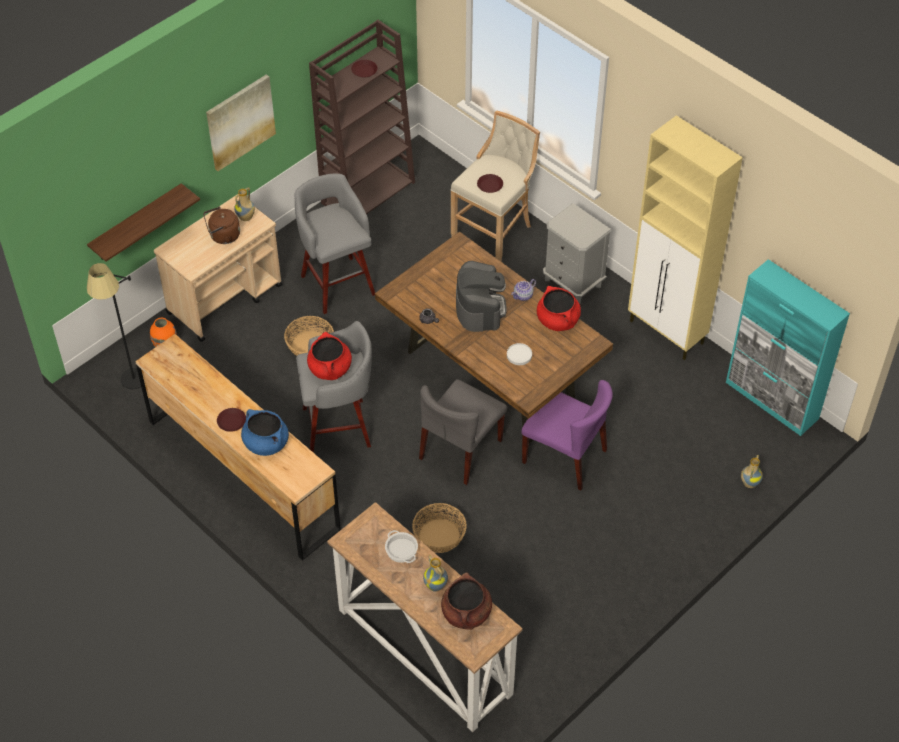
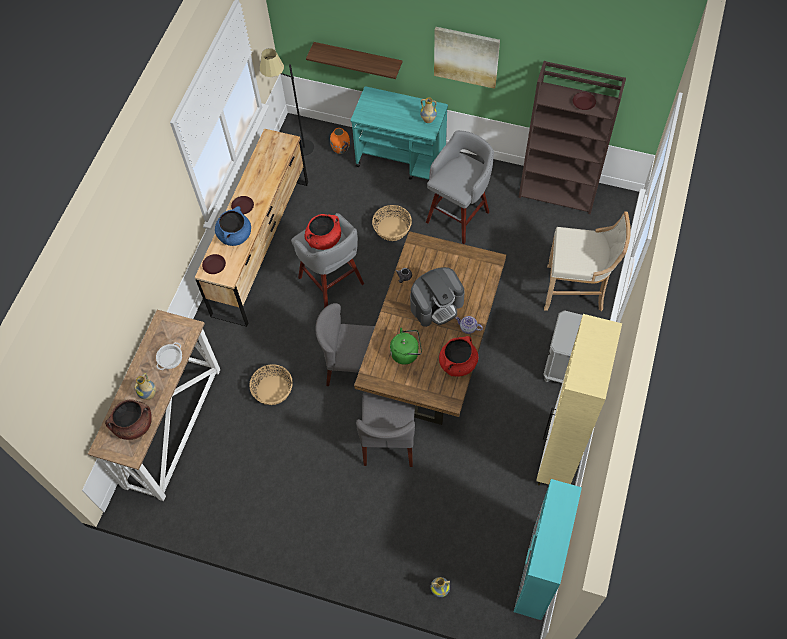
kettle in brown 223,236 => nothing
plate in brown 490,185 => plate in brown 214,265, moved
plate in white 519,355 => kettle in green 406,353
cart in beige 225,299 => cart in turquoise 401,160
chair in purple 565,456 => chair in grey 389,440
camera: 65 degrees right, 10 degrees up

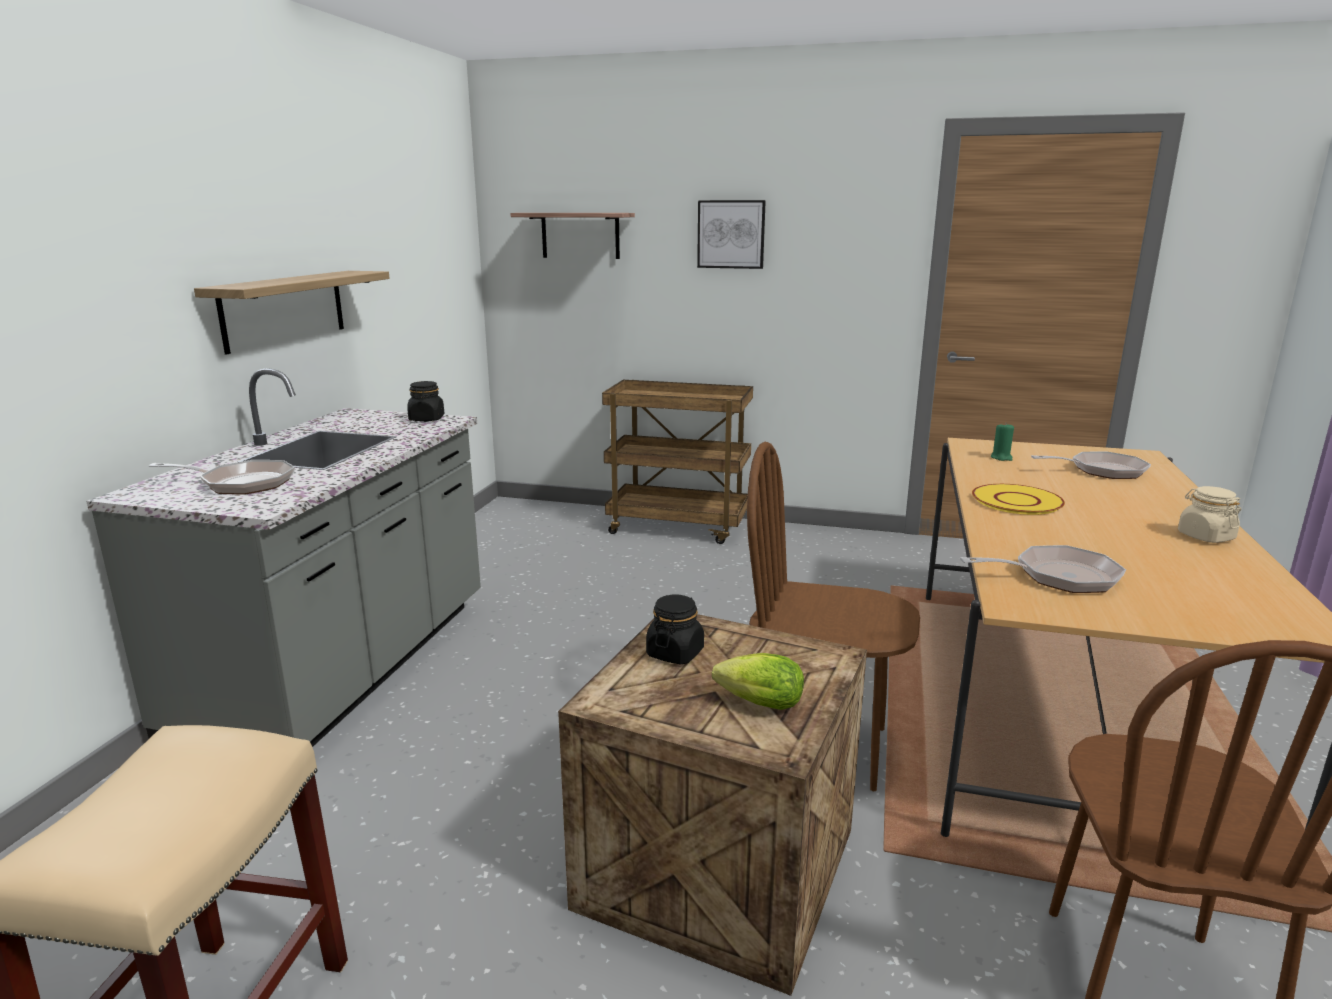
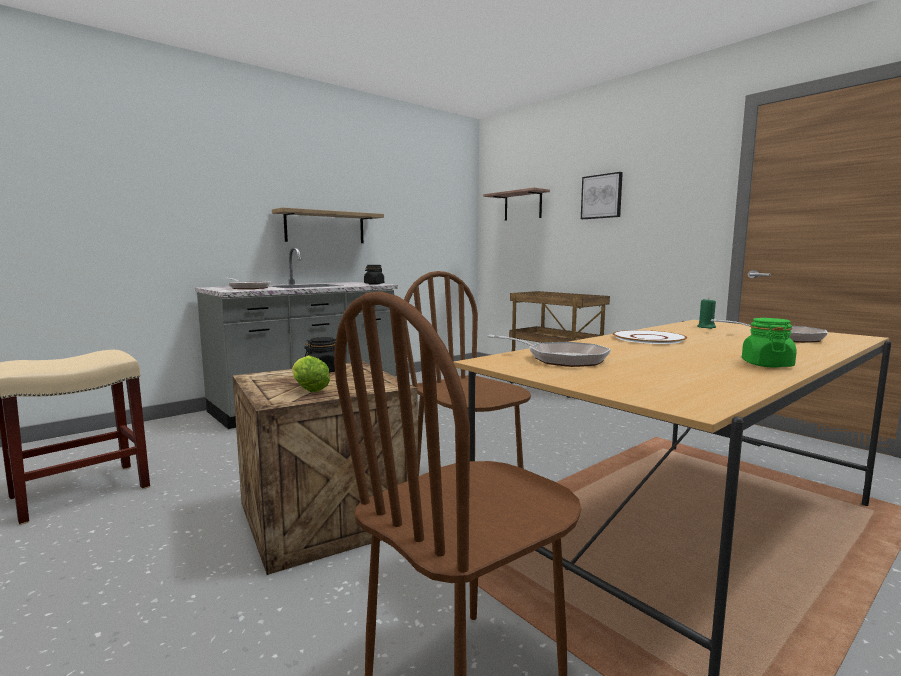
plate in yellow 1017,501 => plate in white 649,338
jar in beige 1205,536 => jar in green 766,364
camera: 35 degrees right, 10 degrees down

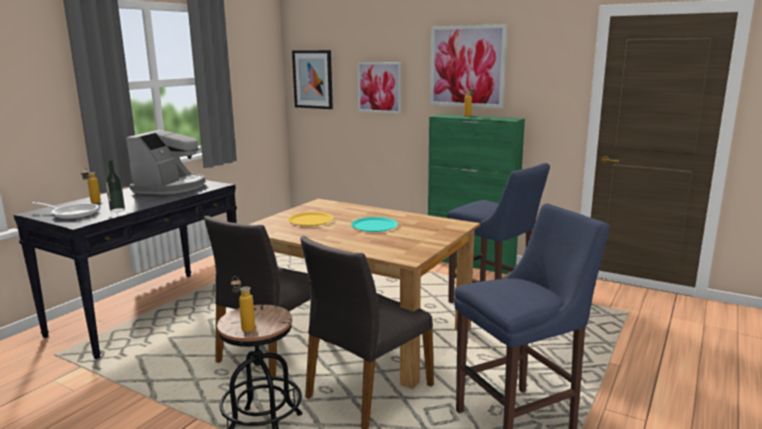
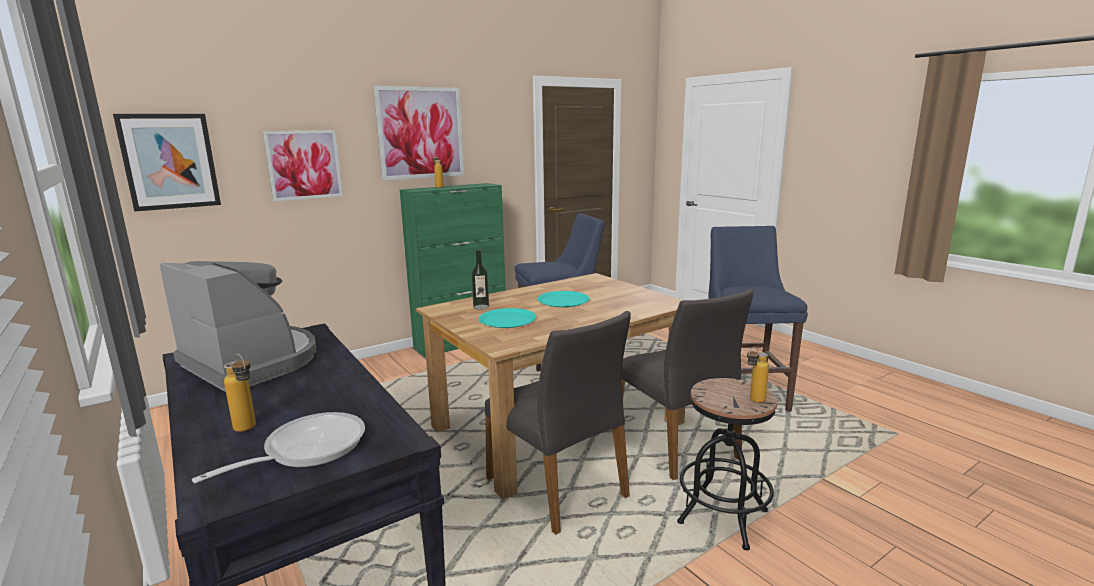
bottle 117,210 => bottle 481,307, moved
plate in yellow 311,220 => plate in turquoise 507,319
camera: 65 degrees left, 0 degrees up

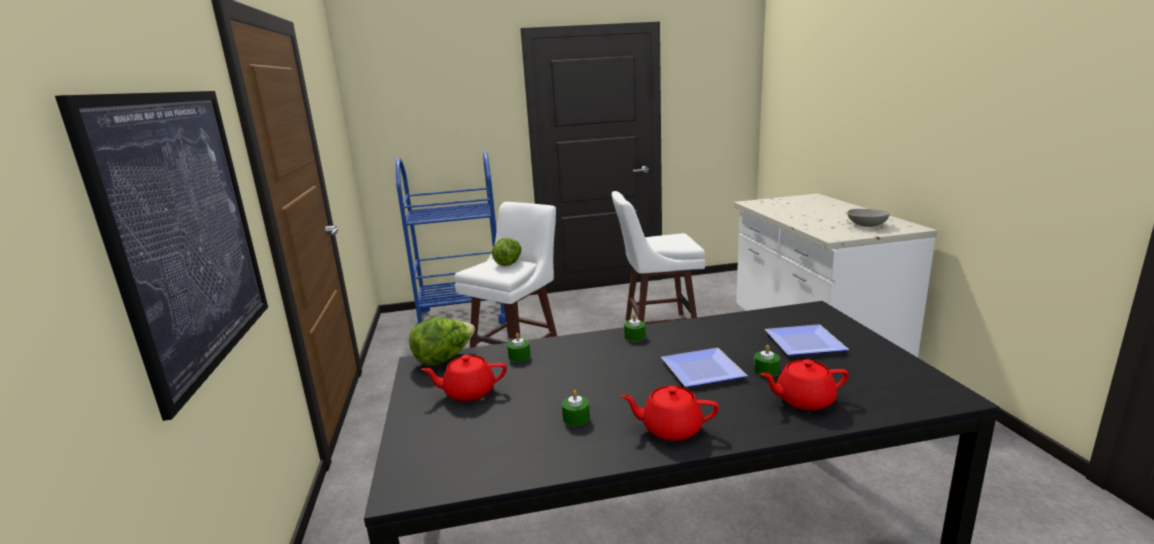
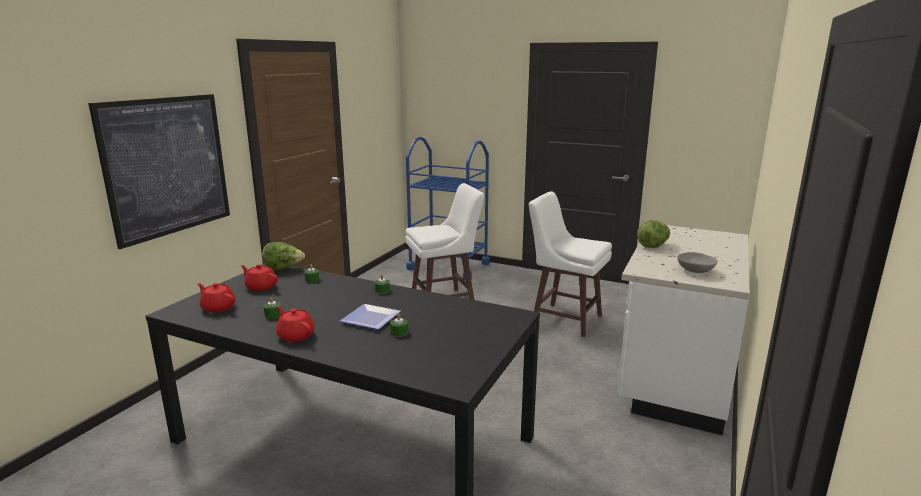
plate 801,342 => nothing
lettuce 508,263 => lettuce 653,246, moved
teapot in red 803,400 => teapot in red 218,307, moved
camera: 35 degrees right, 0 degrees up

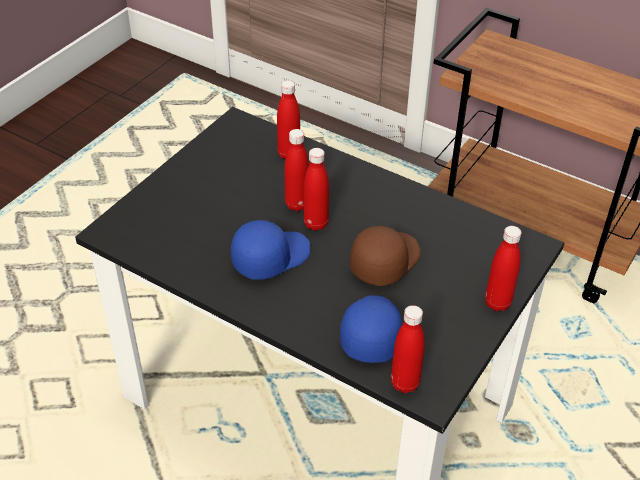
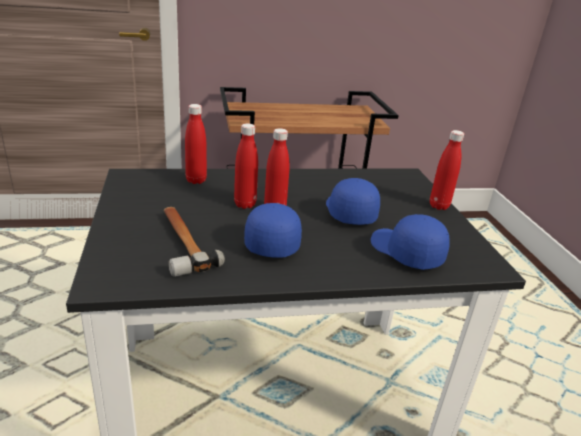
bottle in red 405,383 => nothing
nothing => hammer 182,242
cap in brown 384,261 => cap in blue 349,212
camera: 45 degrees left, 15 degrees down

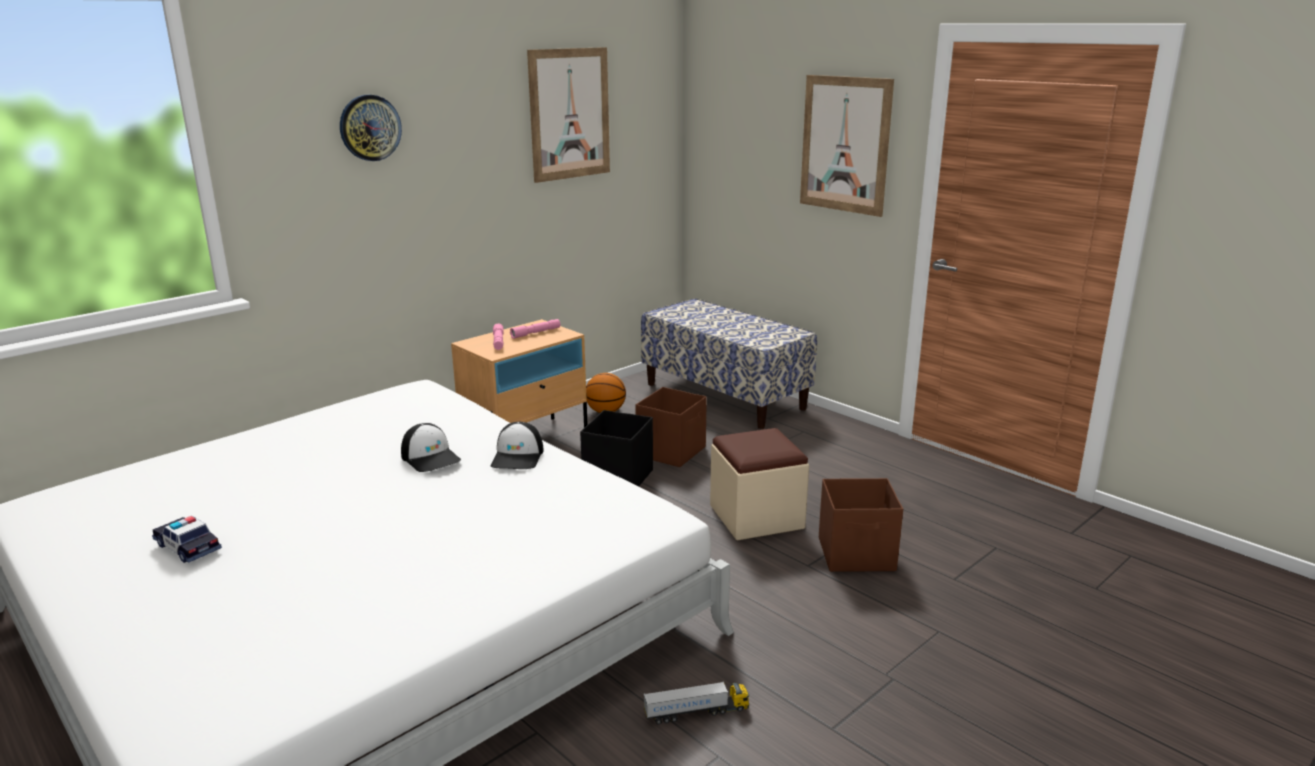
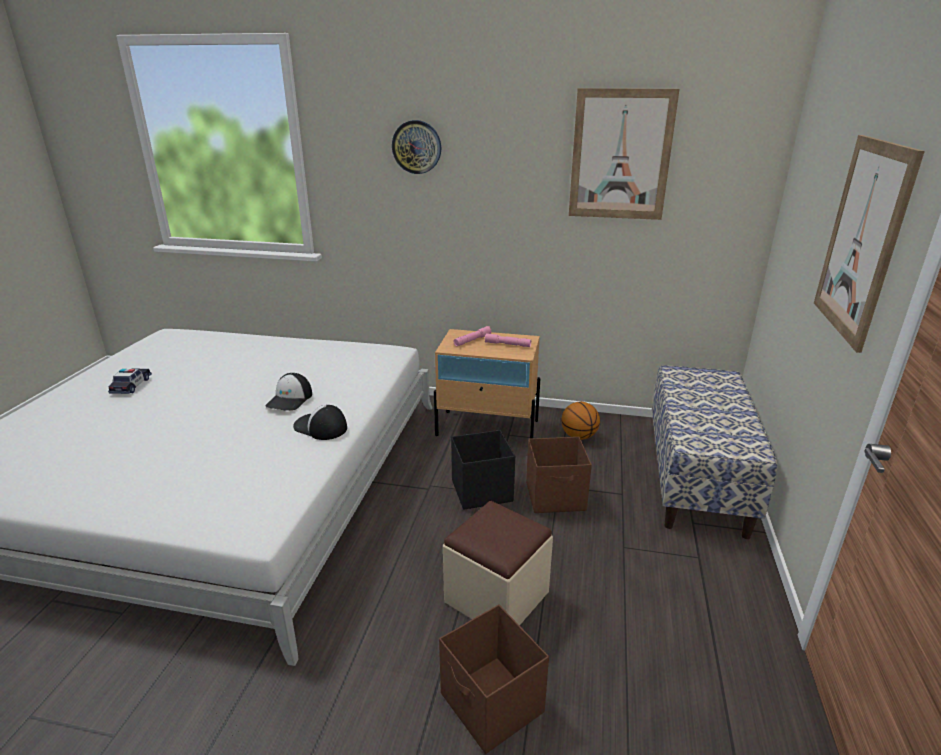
toy truck 696,712 => nothing
cap 518,457 => cap 320,427, 60 degrees clockwise
camera: 55 degrees right, 5 degrees up

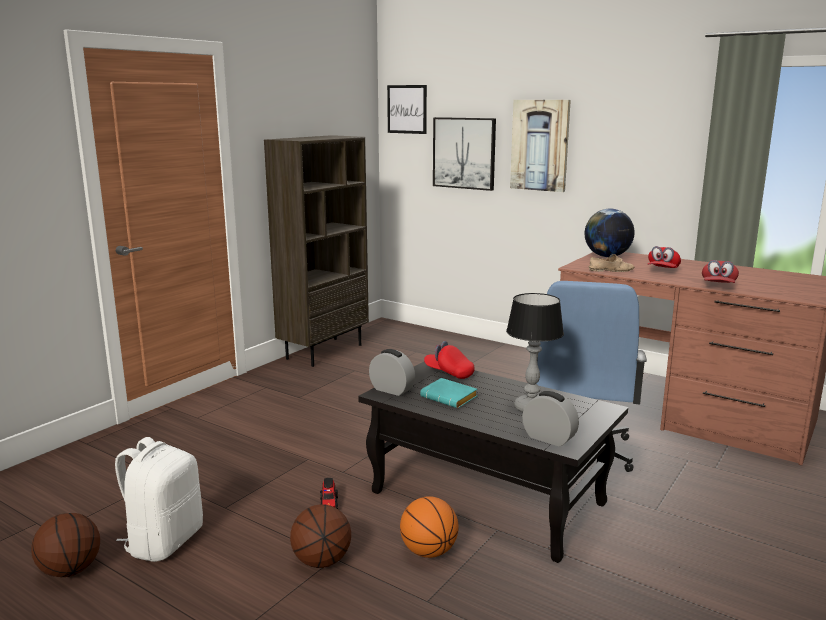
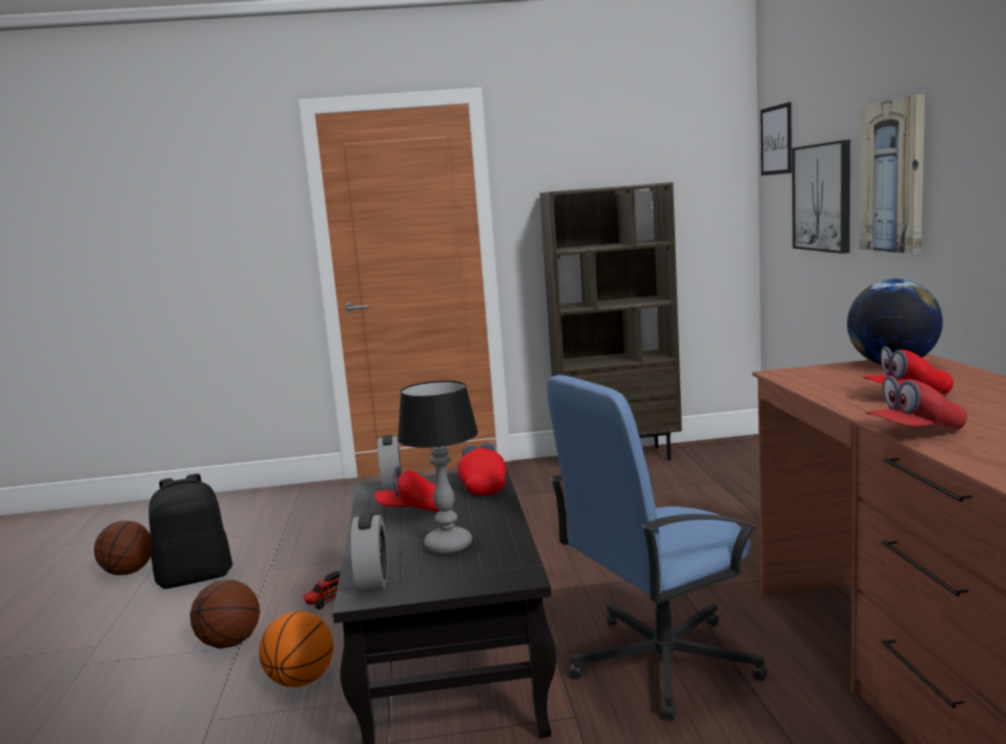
shoe in beige 611,270 => nothing
book in turquoise 451,398 => cap in red 413,509
backpack in white 164,541 => backpack in black 195,577
camera: 50 degrees right, 5 degrees down

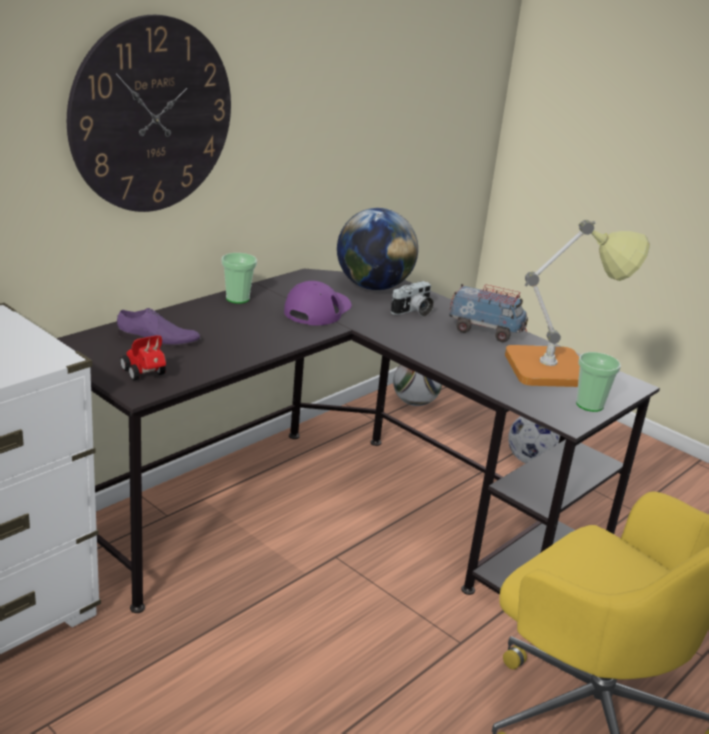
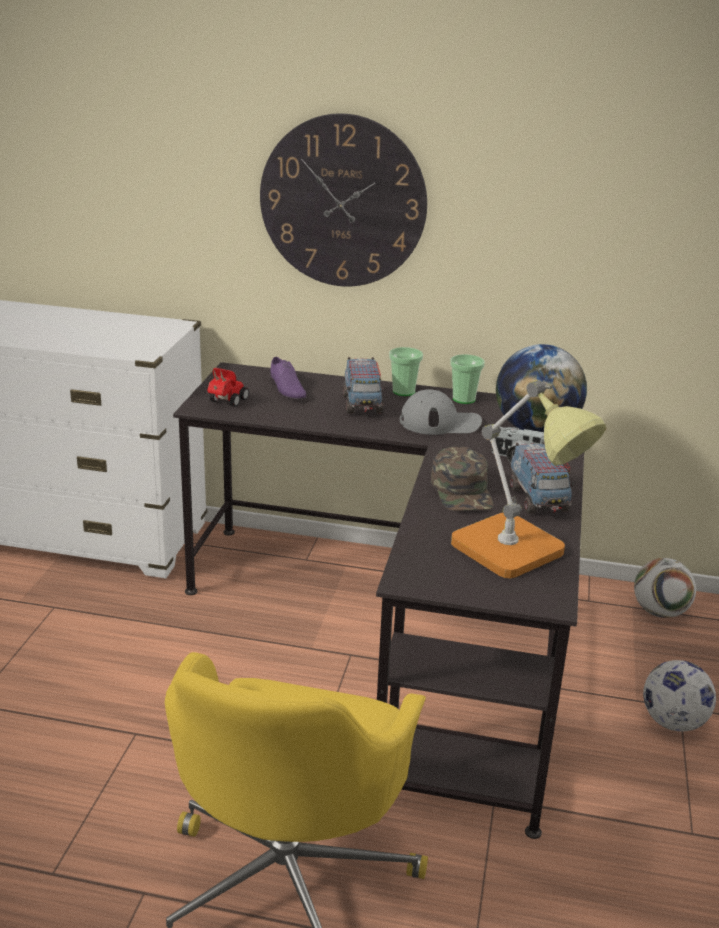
nothing => toy truck 362,405
nothing => cap in green 462,491
cup 589,405 => cup 464,399, moved
cap in purple 318,310 => cap in grey 440,422
camera: 60 degrees right, 0 degrees up

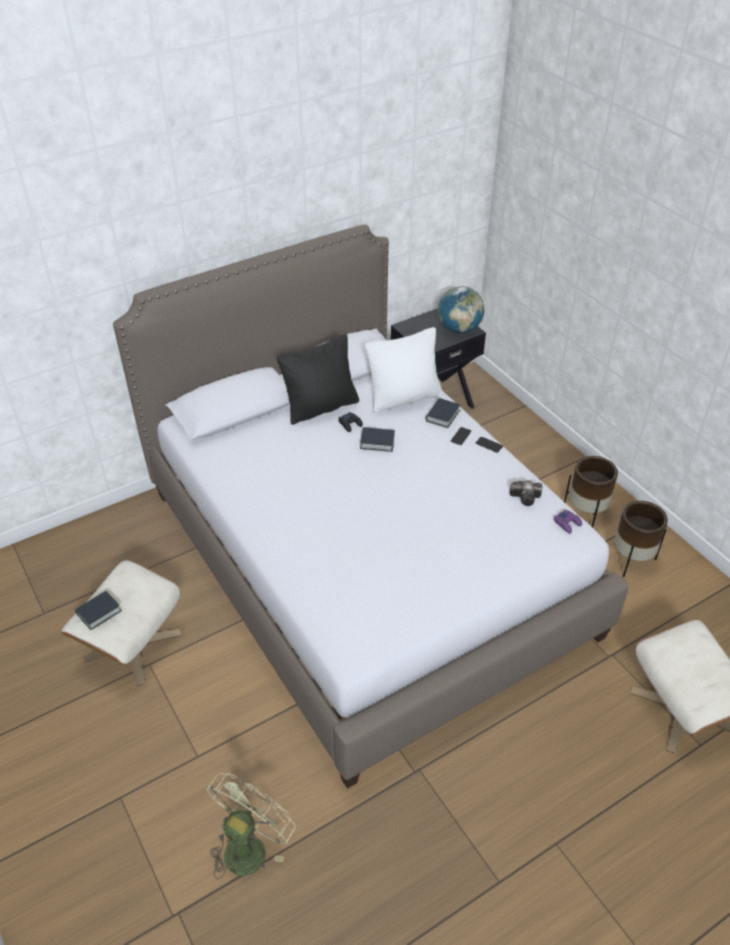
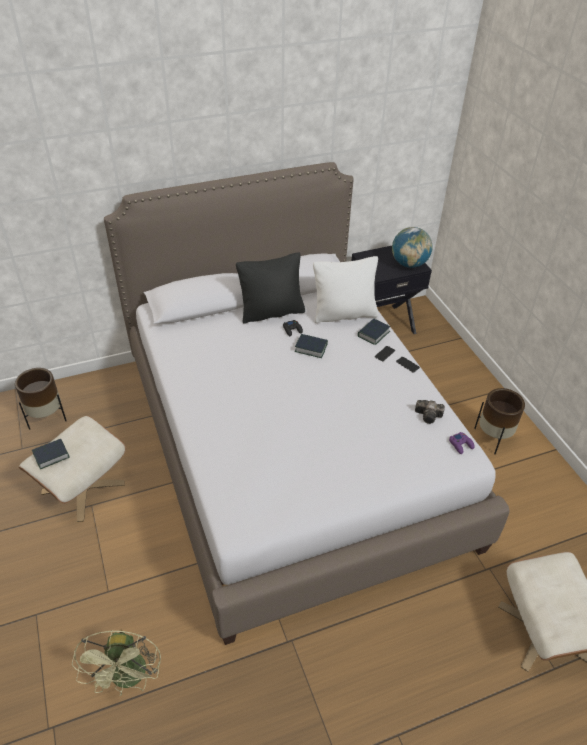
planter in brown 631,560 => planter in brown 47,418, moved
fan in green 249,845 => fan in green 129,679, 135 degrees clockwise
camera: 10 degrees right, 0 degrees up

